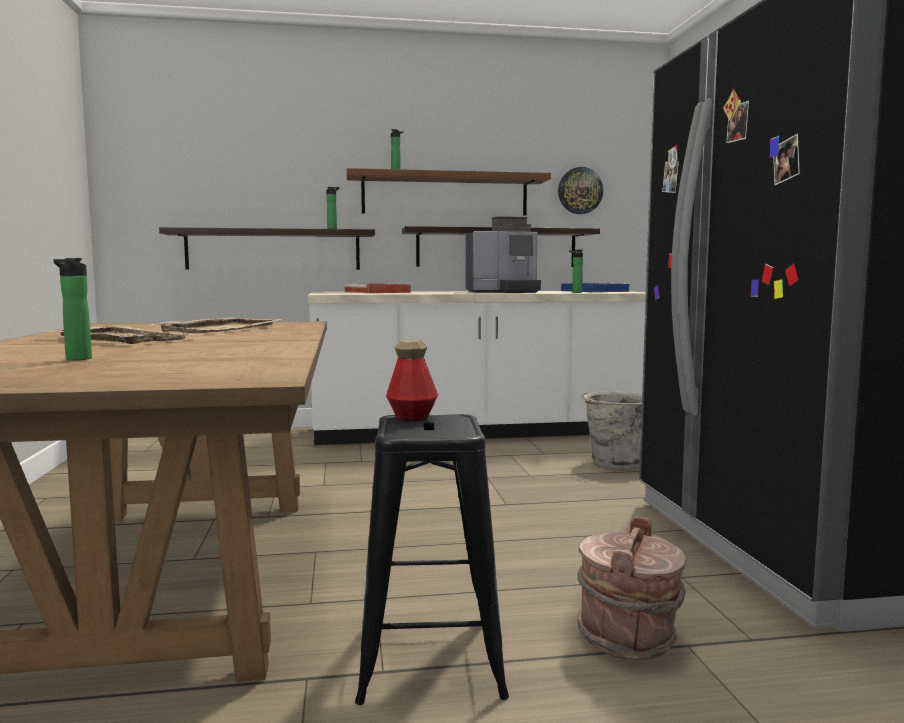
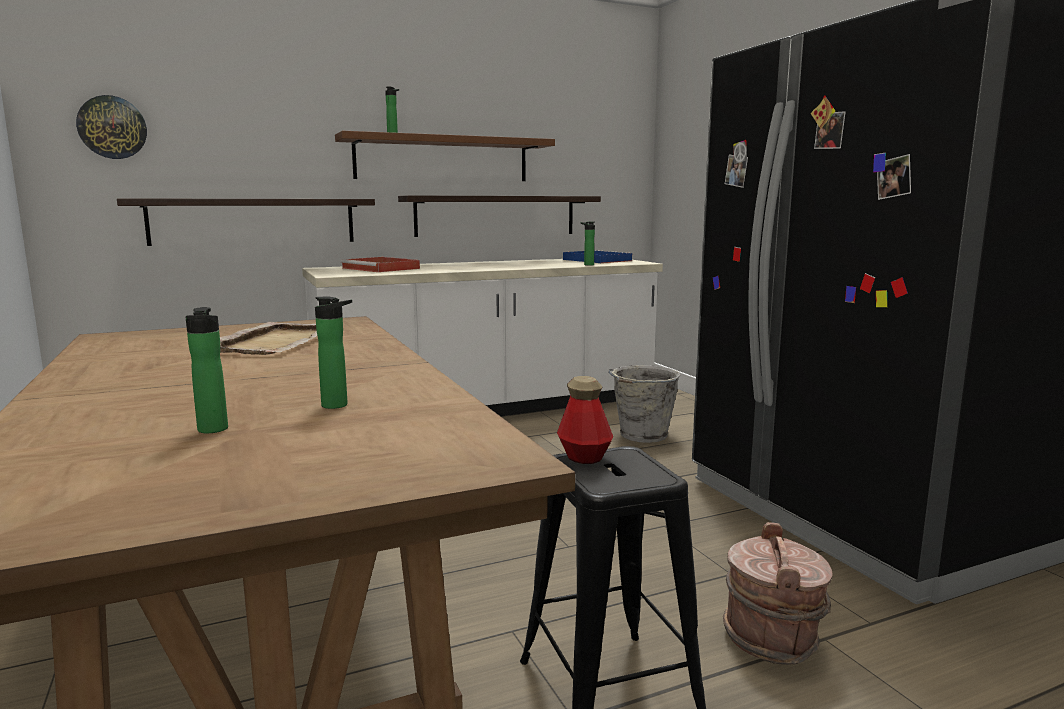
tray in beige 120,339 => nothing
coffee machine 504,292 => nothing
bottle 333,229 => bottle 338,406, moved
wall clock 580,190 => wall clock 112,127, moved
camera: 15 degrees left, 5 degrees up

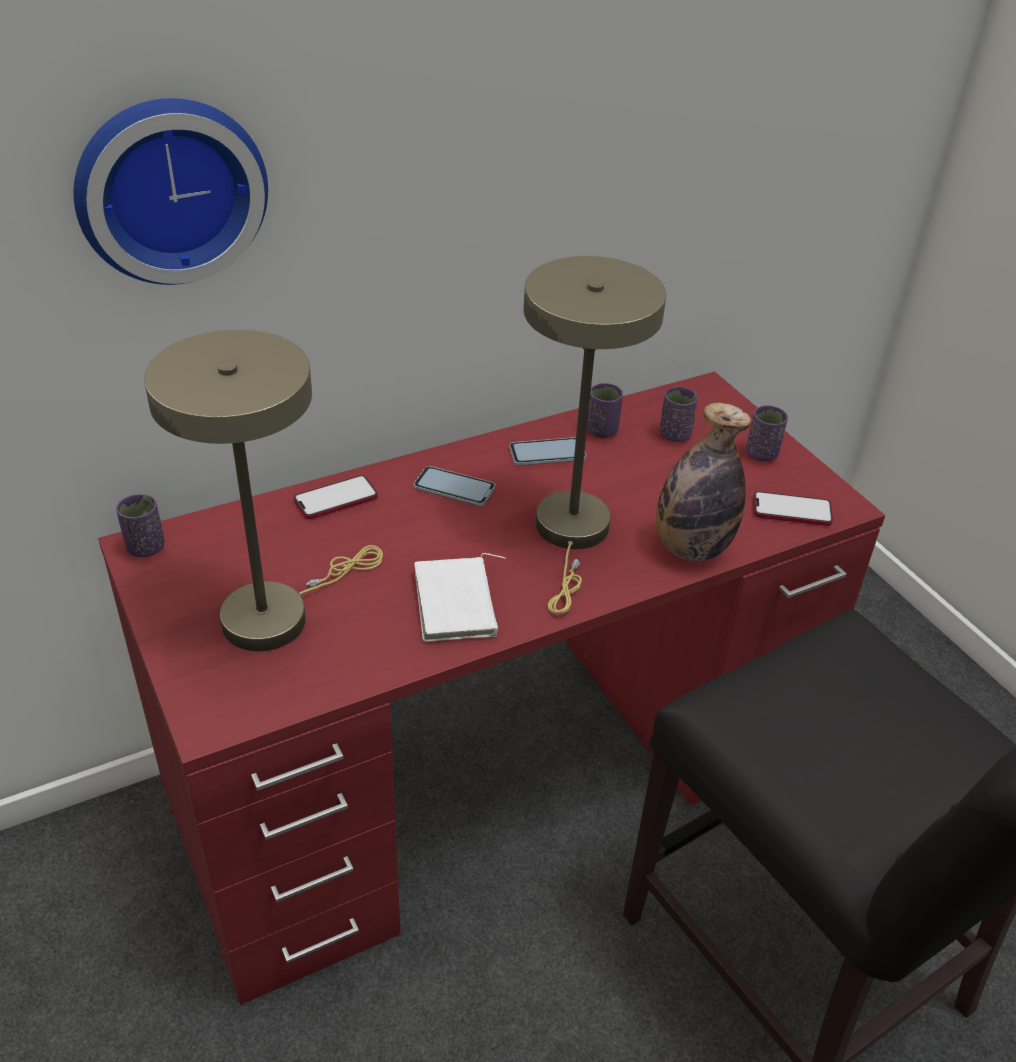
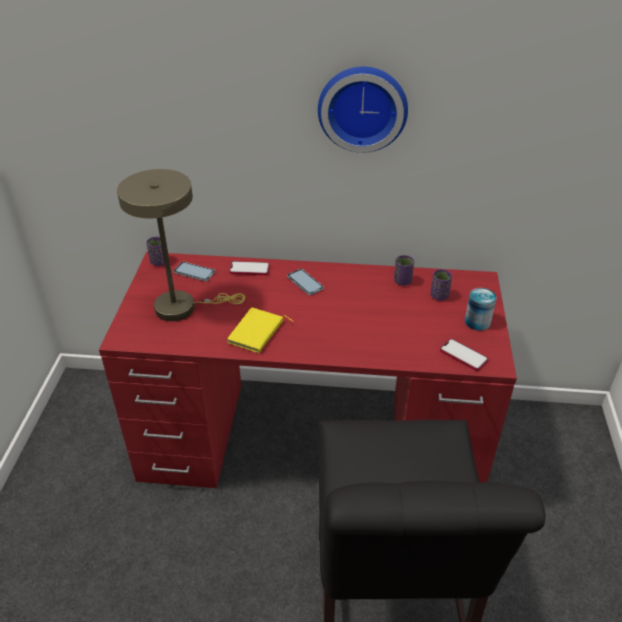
table lamp in beige 572,535 => nothing
bottle 691,548 => nothing
wall clock 169,188 => wall clock 362,107, moved
phone 547,453 => phone 194,272, moved
cup in purple 761,454 => can 477,322
book in white 459,604 => book in yellow 257,333
camera: 35 degrees right, 0 degrees up

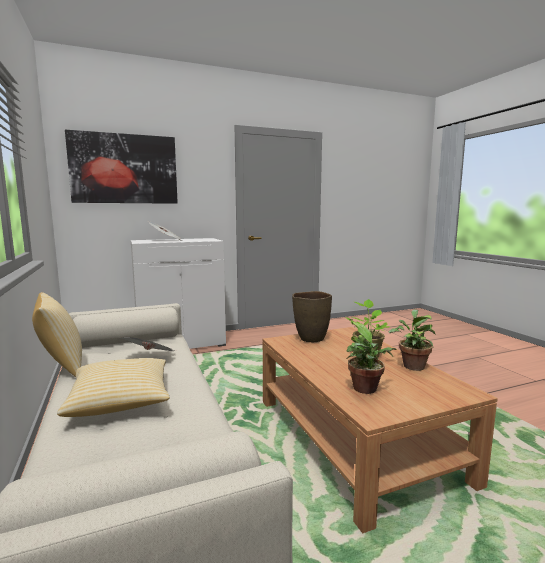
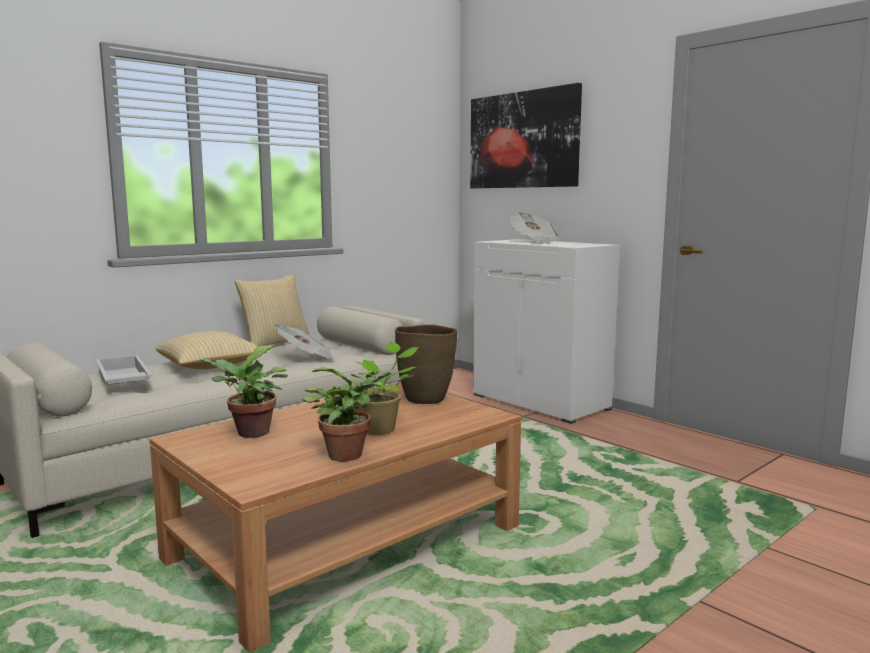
nothing => tray in white 121,379
camera: 70 degrees right, 0 degrees up

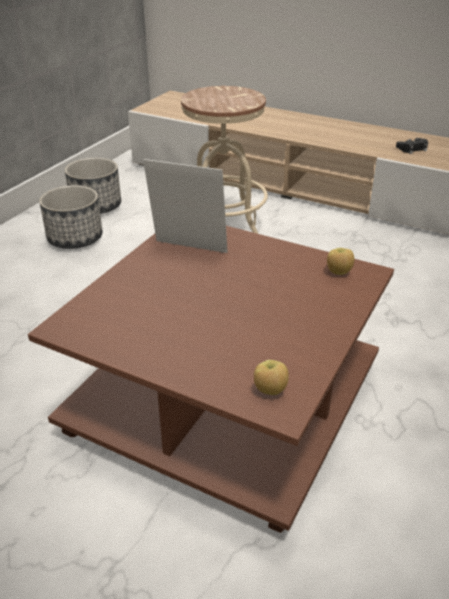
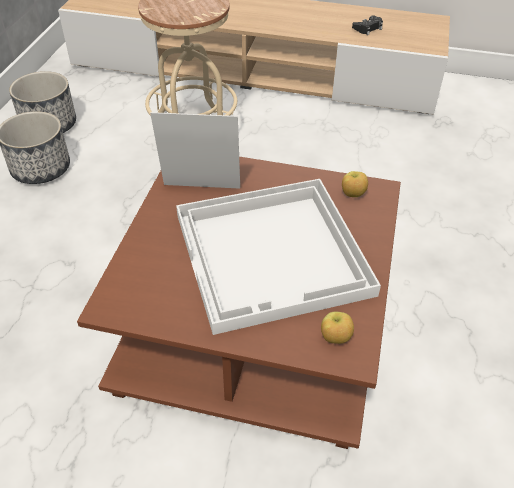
nothing => tray in white 274,255
camera: 15 degrees left, 10 degrees up

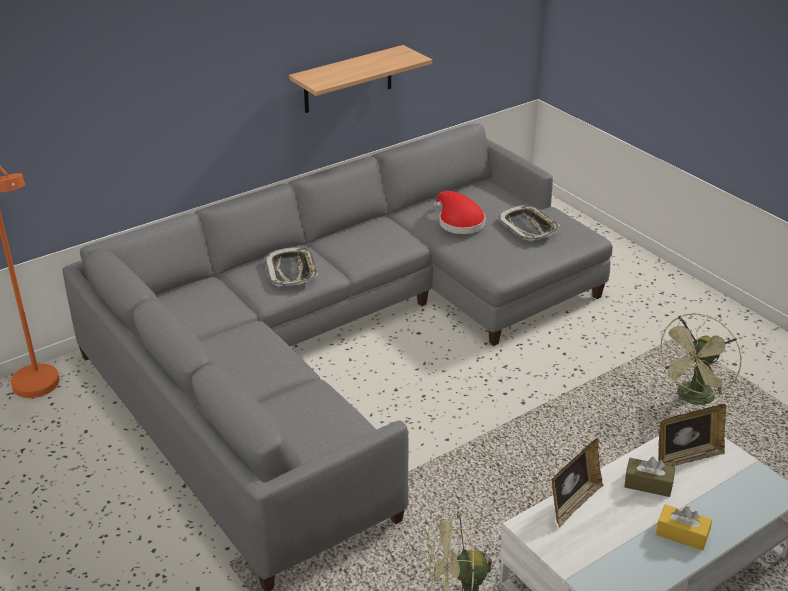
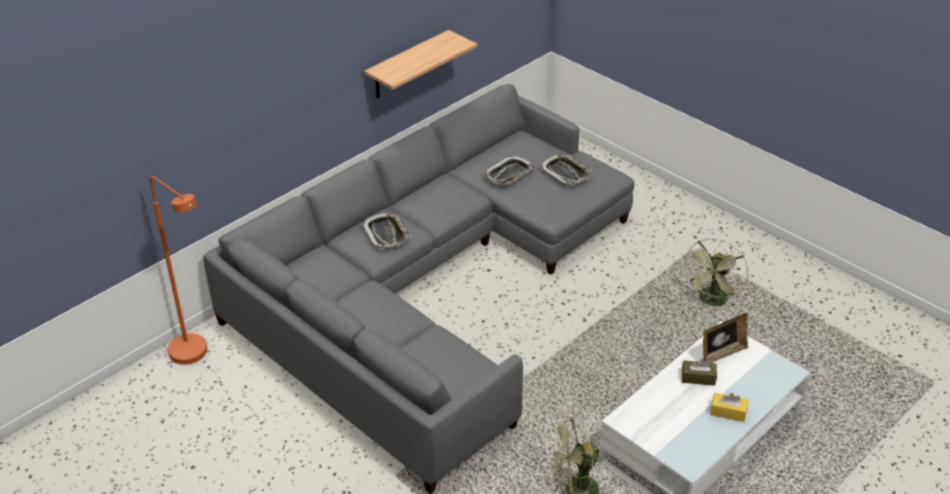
picture frame 573,503 => nothing
hat in red 458,222 => tray 509,174
camera: 10 degrees left, 5 degrees up

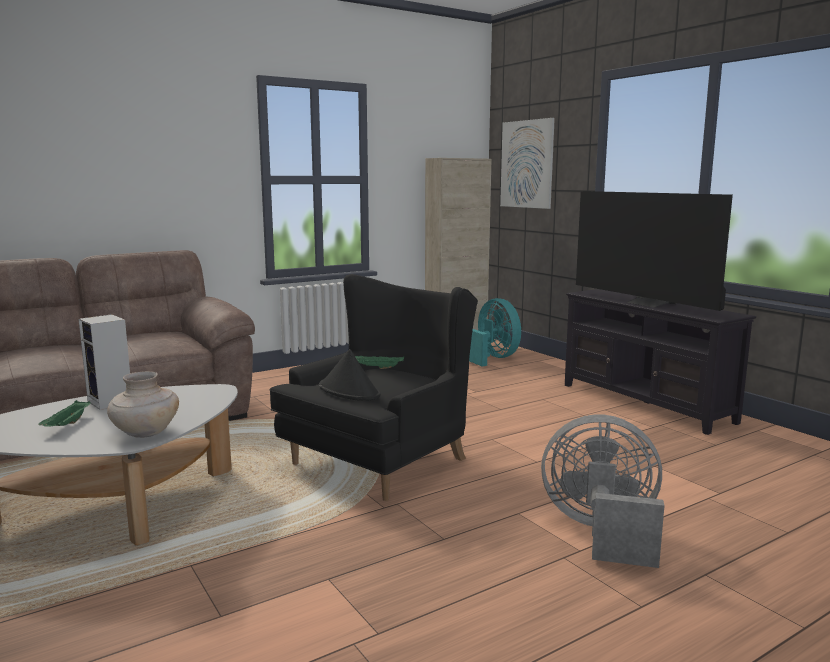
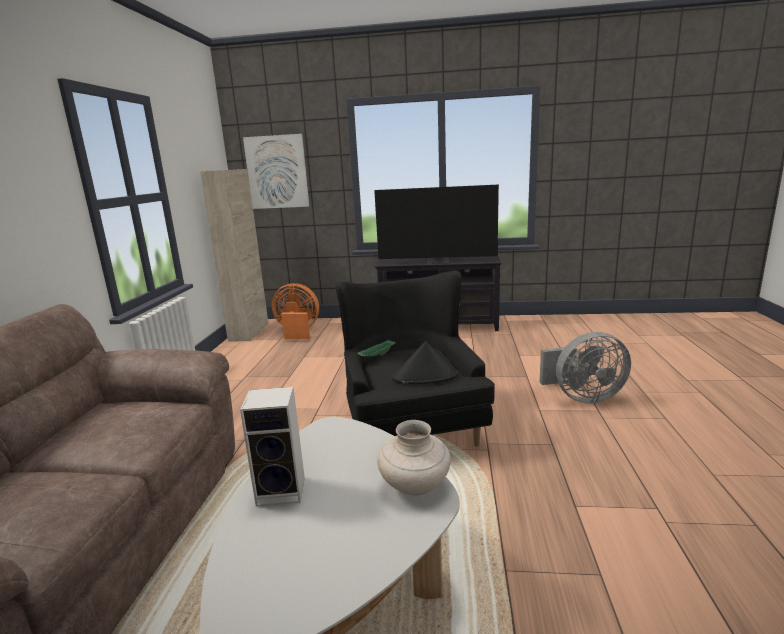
tray in green 68,425 => nothing
fan in turquoise 493,358 => fan in orange 297,332
fan in grey 601,532 => fan in grey 582,397, 150 degrees counterclockwise
camera: 50 degrees left, 5 degrees up

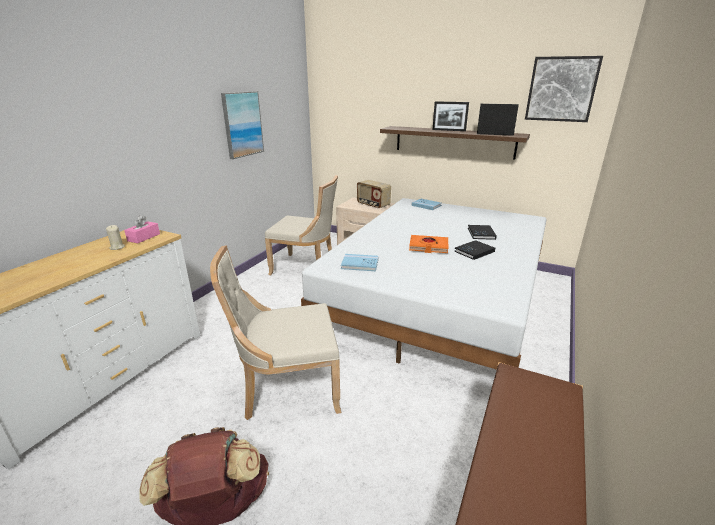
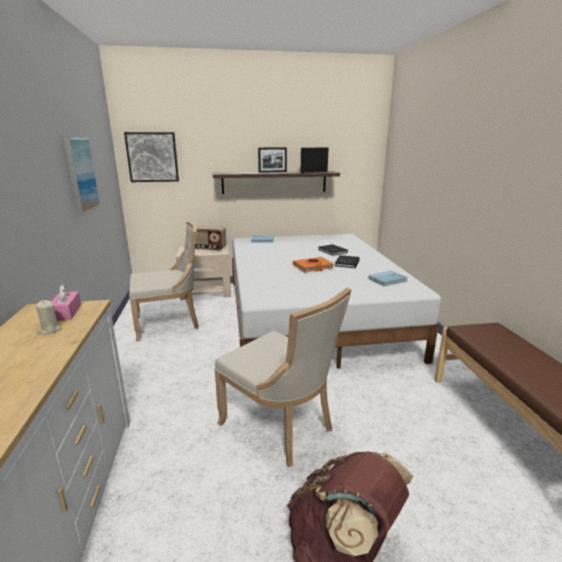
book in blue 360,264 => book in blue 387,280, moved
picture 561,89 => picture 152,157, moved
chair in beige 287,390 => chair in beige 281,426, 90 degrees counterclockwise
camera: 35 degrees left, 5 degrees down

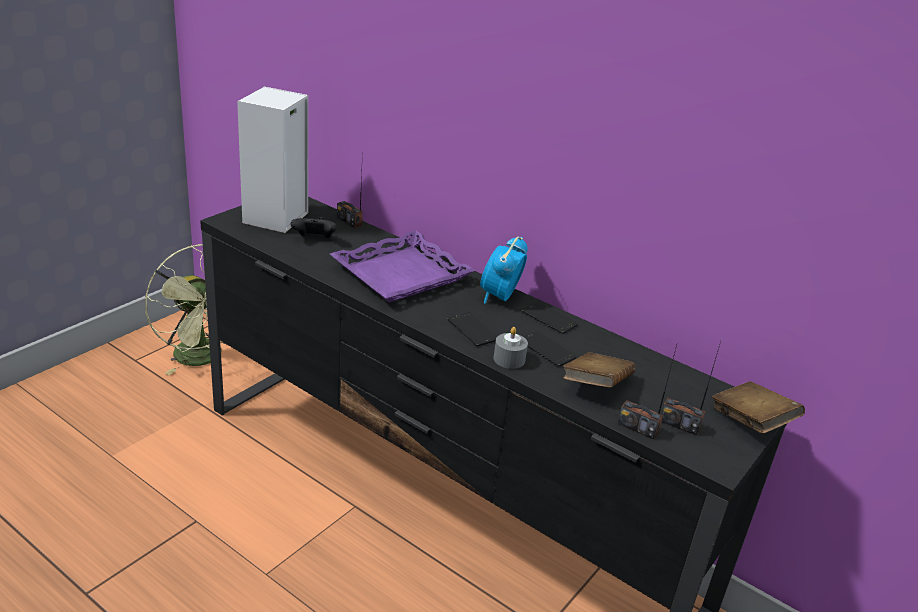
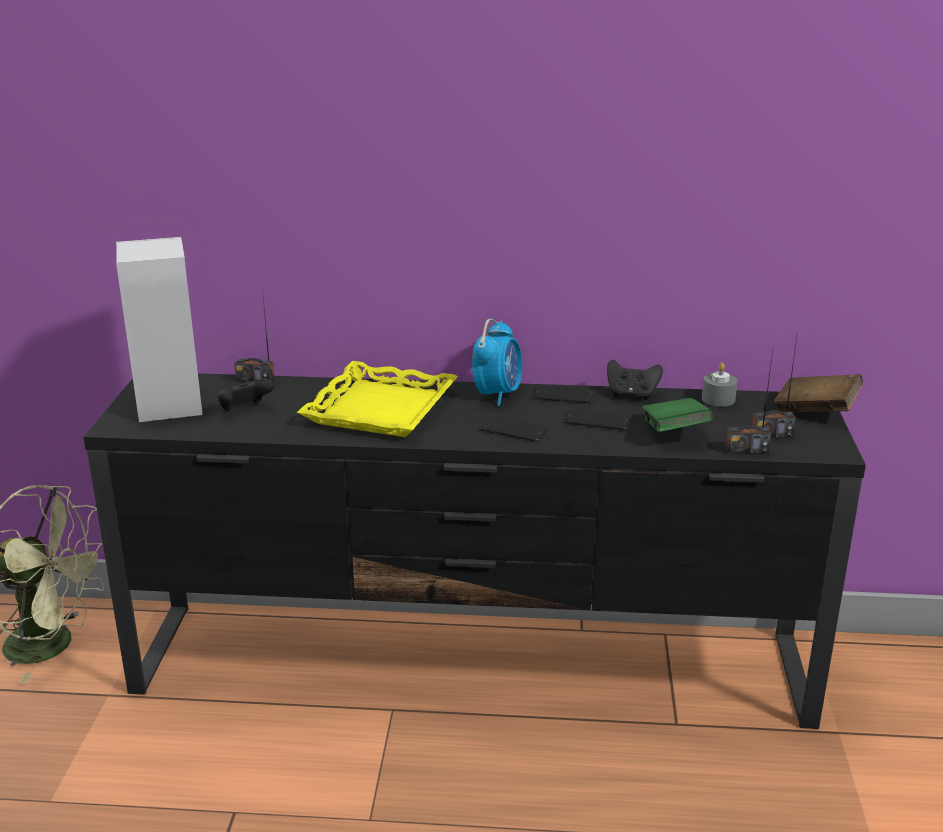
nothing => game controller in black 632,395
candle in grey 509,359 => candle in grey 718,399, moved
tray in purple 401,275 => tray in yellow 381,409
book in brown 595,386 => book in green 674,433
alarm clock 499,297 => alarm clock 497,394, 150 degrees counterclockwise
camera: 30 degrees left, 5 degrees down

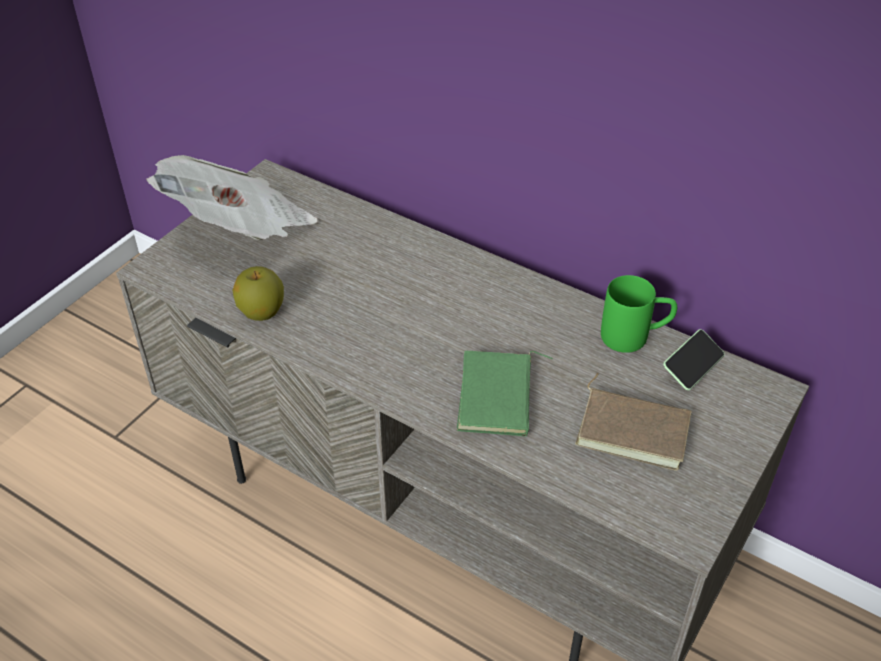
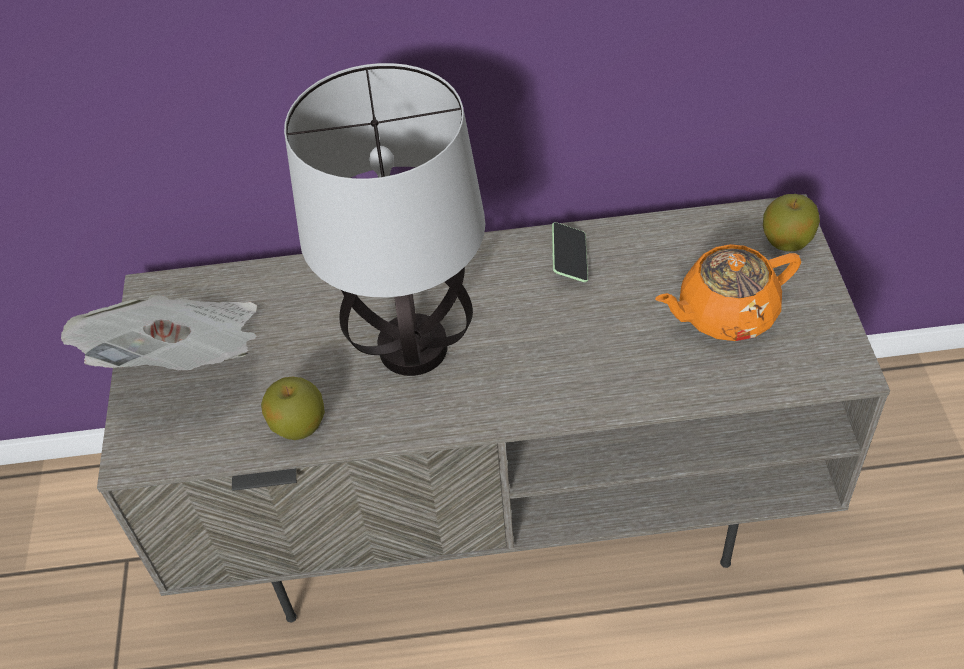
book in green 499,397 => nothing
mug in green 635,337 => nothing
nothing => table lamp 411,349
nothing => apple 786,241
phone 692,367 => phone 569,259, moved
book in brown 634,429 => teapot in orange 725,314
camera: 35 degrees left, 5 degrees up

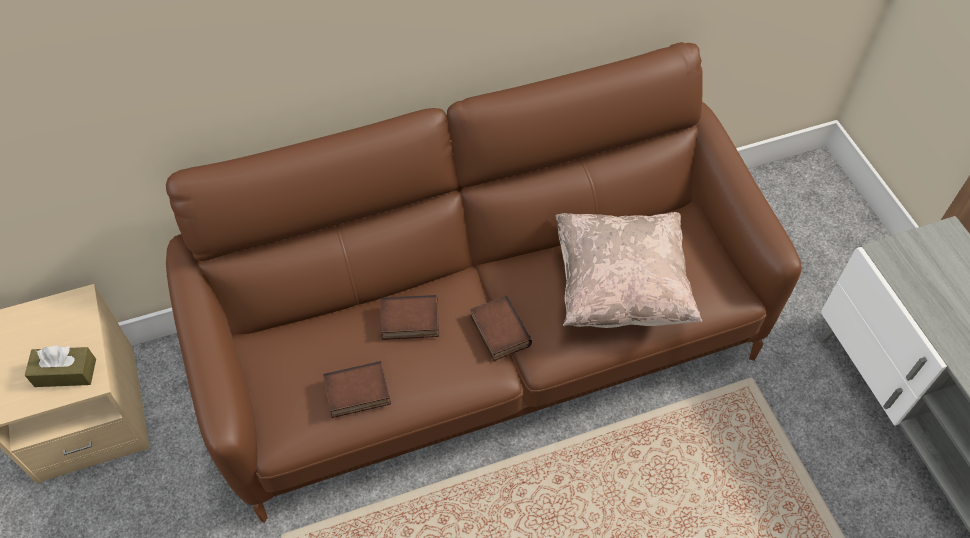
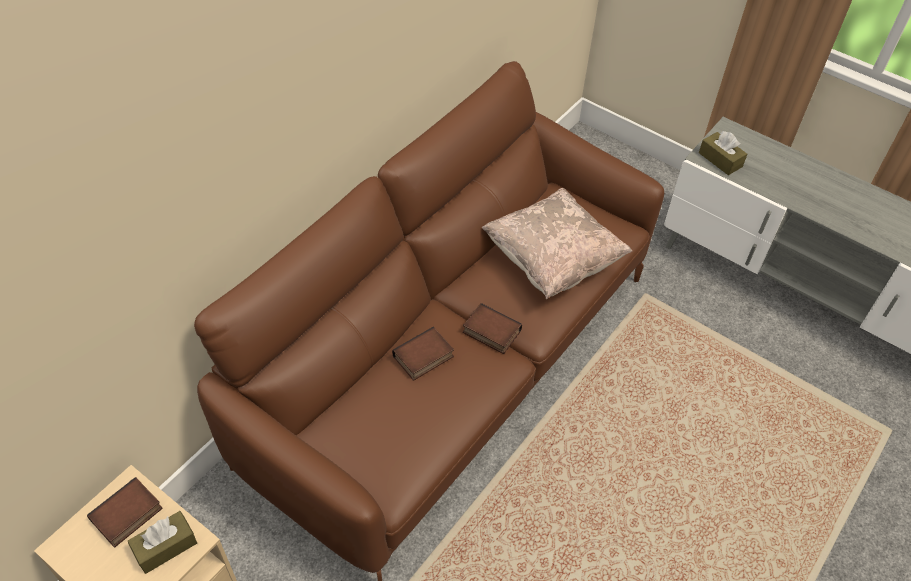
nothing => tissue box in brown 720,160
book 357,394 => book 127,516, moved
camera: 35 degrees left, 5 degrees down

